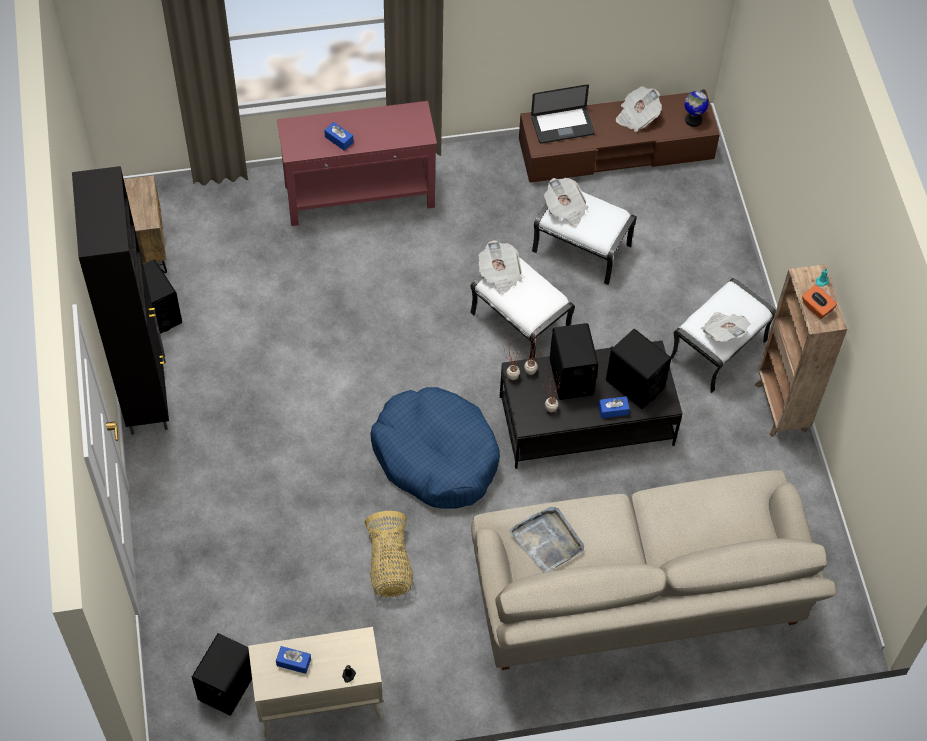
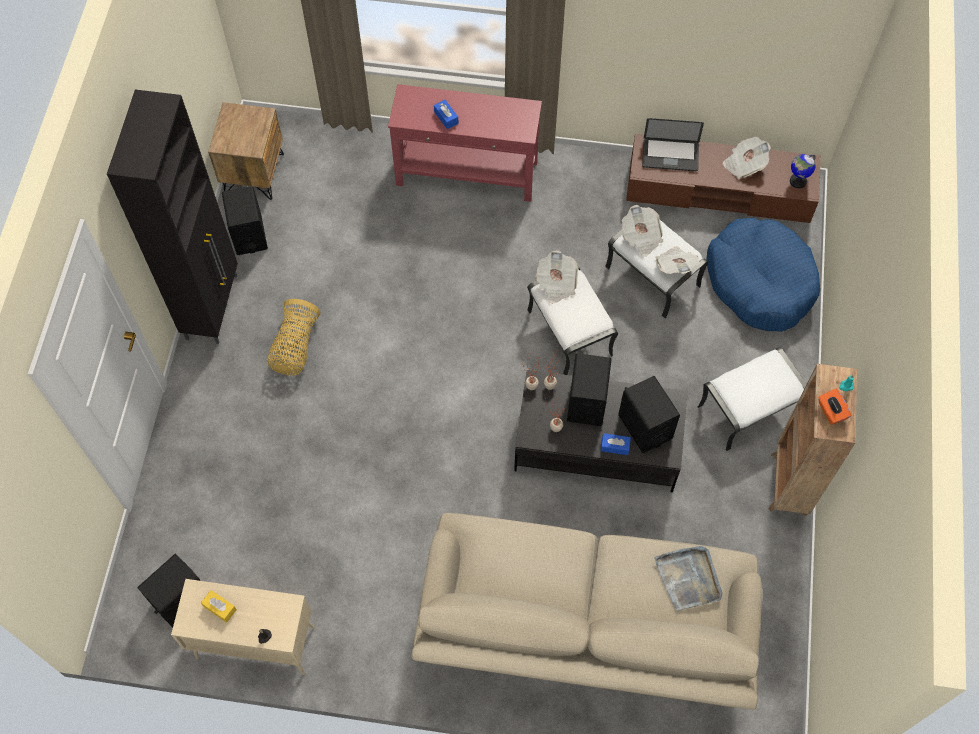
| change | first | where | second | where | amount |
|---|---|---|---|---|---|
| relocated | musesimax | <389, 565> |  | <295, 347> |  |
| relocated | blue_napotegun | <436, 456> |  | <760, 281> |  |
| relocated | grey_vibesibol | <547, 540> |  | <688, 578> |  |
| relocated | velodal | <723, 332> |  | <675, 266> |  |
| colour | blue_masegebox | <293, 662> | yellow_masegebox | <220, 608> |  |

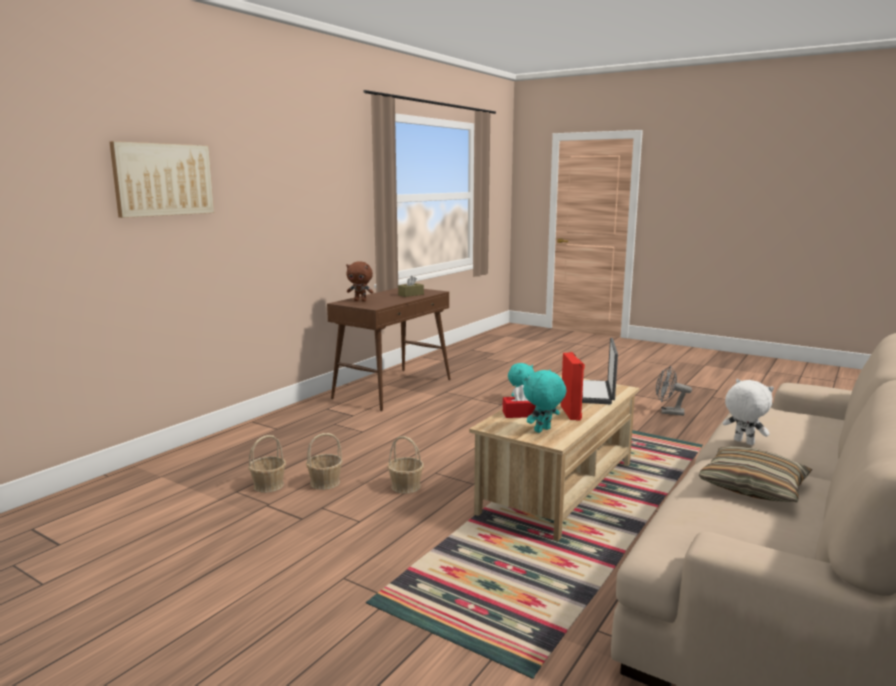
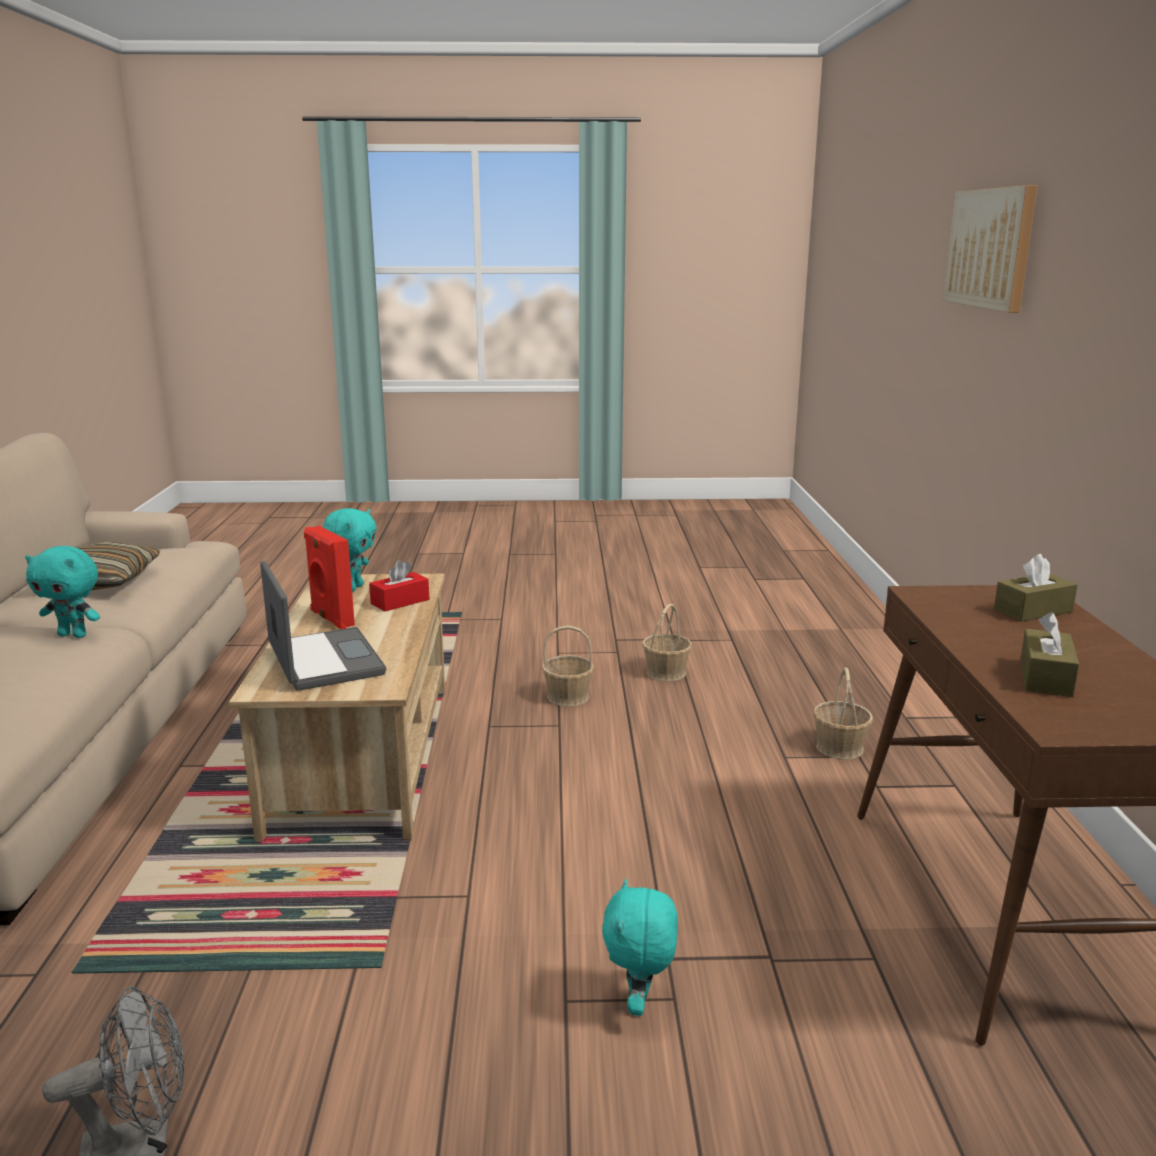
| change | first | where | second | where | amount |
|---|---|---|---|---|---|
| relocated | musesimax | <269, 485> |  | <839, 748> |  |
| exchanged | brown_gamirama | <360, 300> | brown_masegebox | <1033, 610> |  |
| colour | white_gamirama | <743, 442> | turquoise_gamirama | <74, 635> |  |

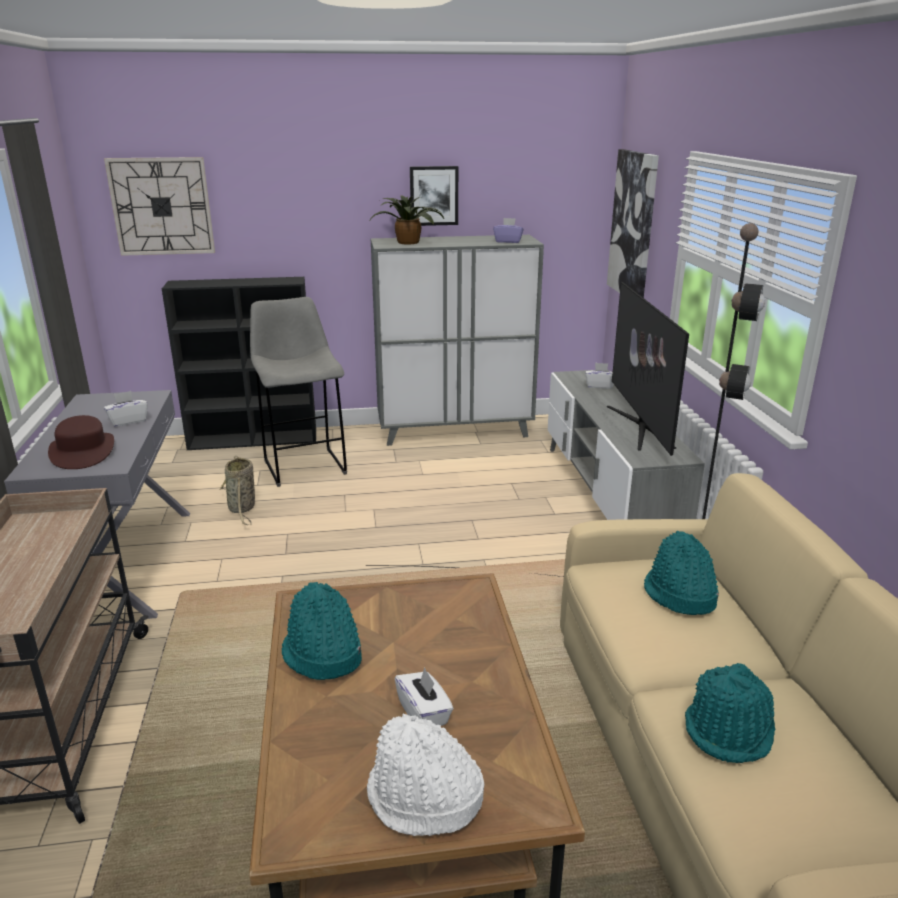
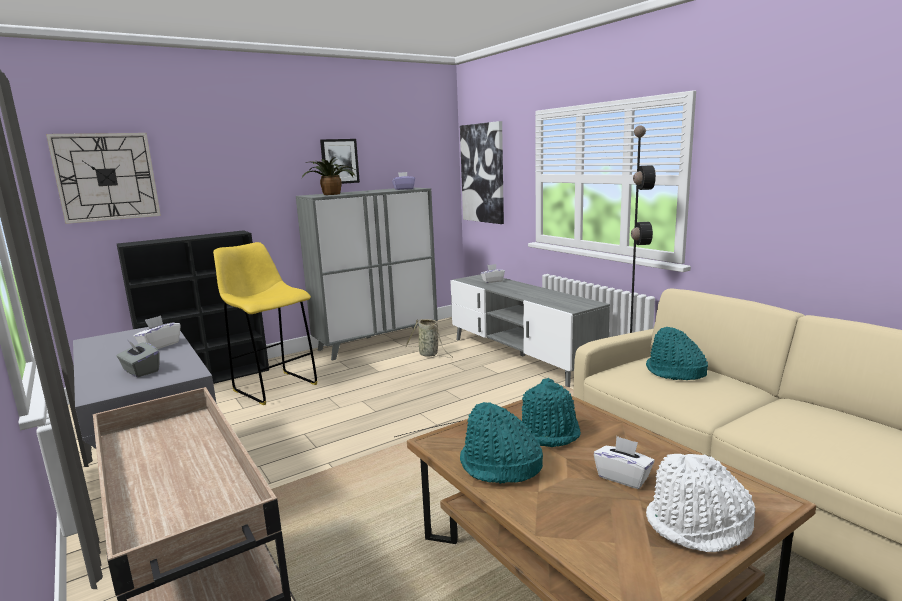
| change | first | where | second | where | amount |
|---|---|---|---|---|---|
| missing | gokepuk | <639, 426> |  |  |  |
| relocated | musesimax | <242, 509> |  | <430, 354> |  |
| relocated | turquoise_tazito | <729, 730> |  | <549, 431> |  |
| exchanged | brown_tazito | <83, 451> | grey_masegebox | <140, 371> |  |
| colour | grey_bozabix | <304, 466> | yellow_bozabix | <274, 386> |  |

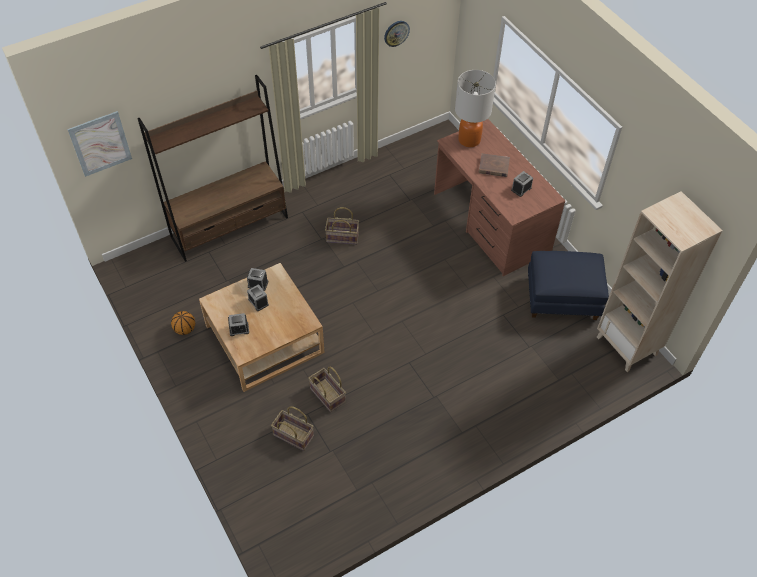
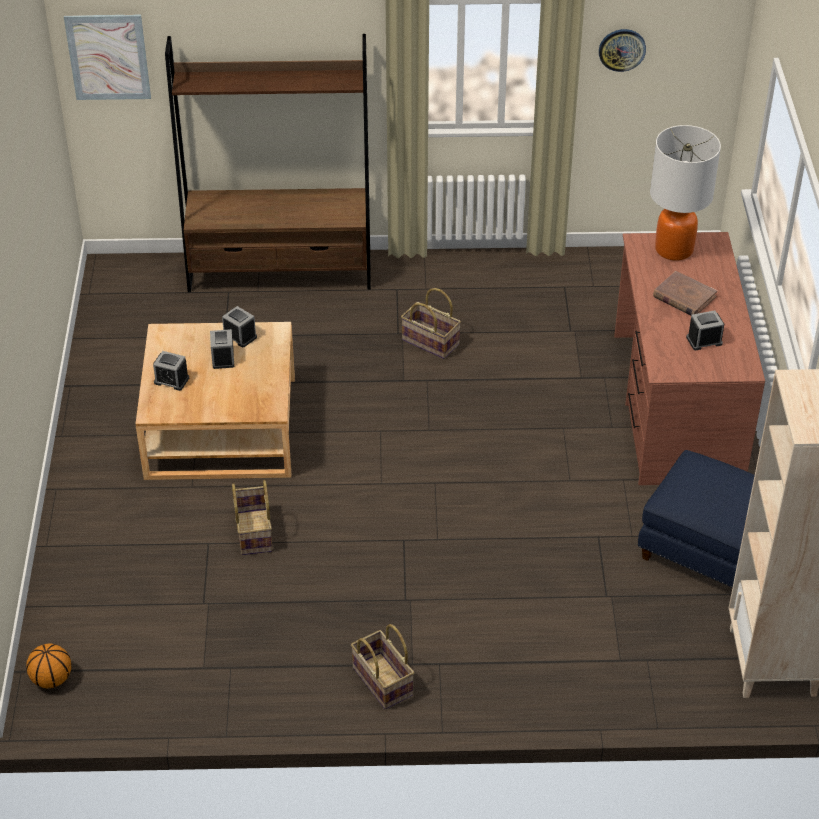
| change | first | where | second | where | amount |
|---|---|---|---|---|---|
| relocated | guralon | <184, 329> |  | <51, 679> |  |
| relocated | musesimax | <293, 436> |  | <381, 681> |  |

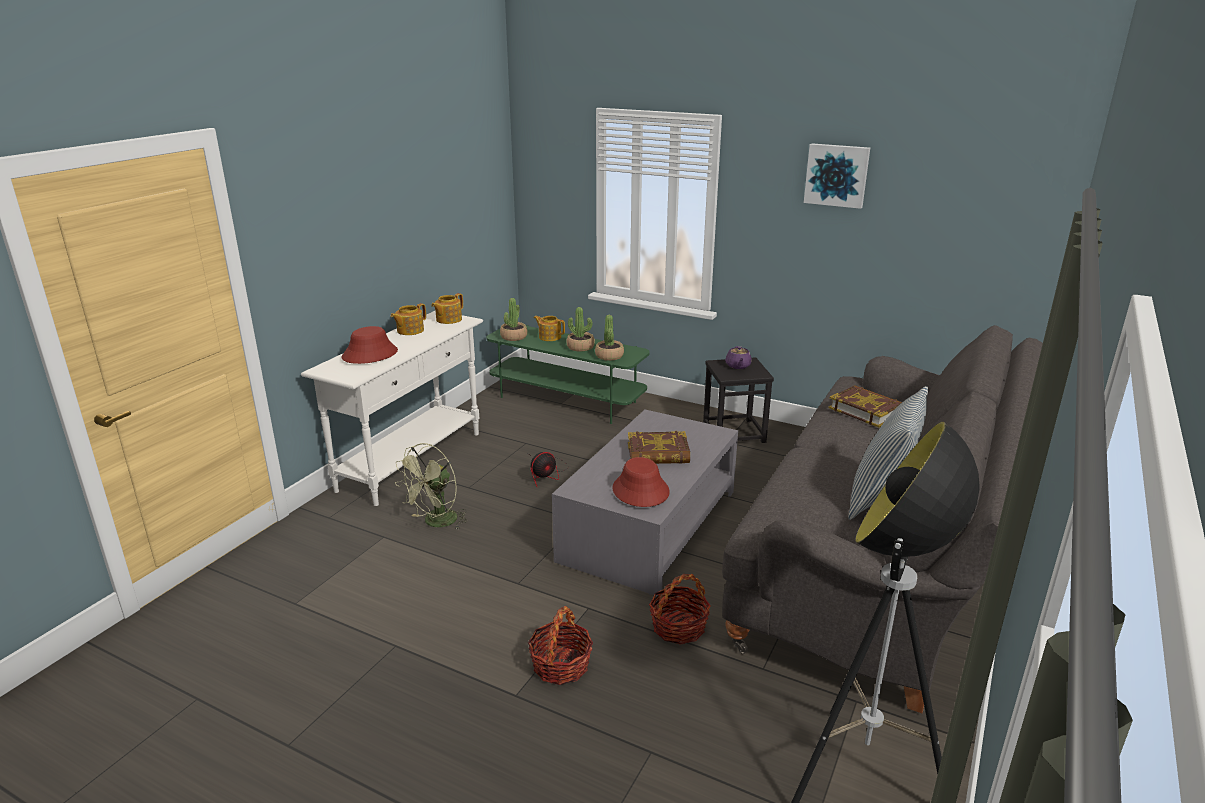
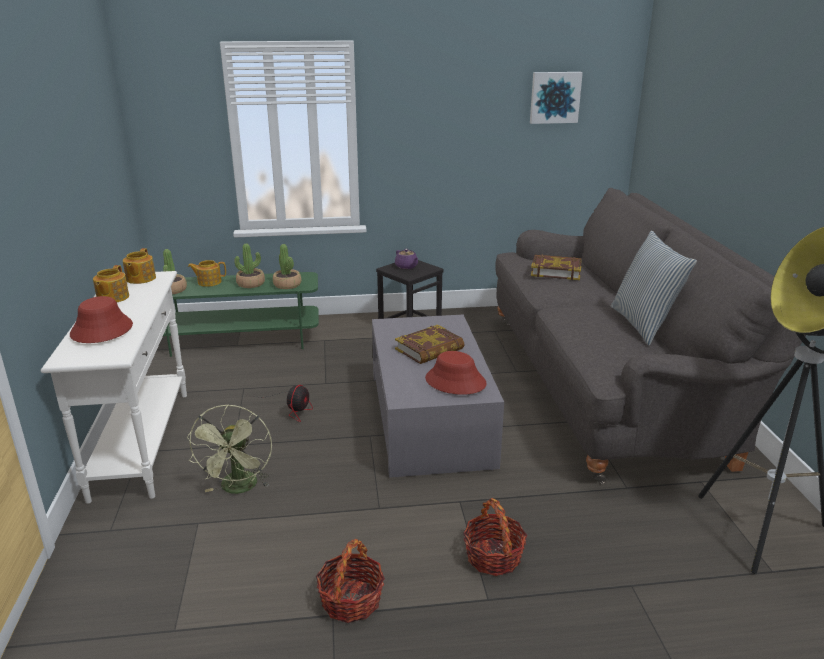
| change | first | where | second | where | amount |
|---|---|---|---|---|---|
| relocated | musesimax | <678, 627> |  | <351, 600> |  |
| relocated | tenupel | <837, 175> |  | <554, 97> |  |

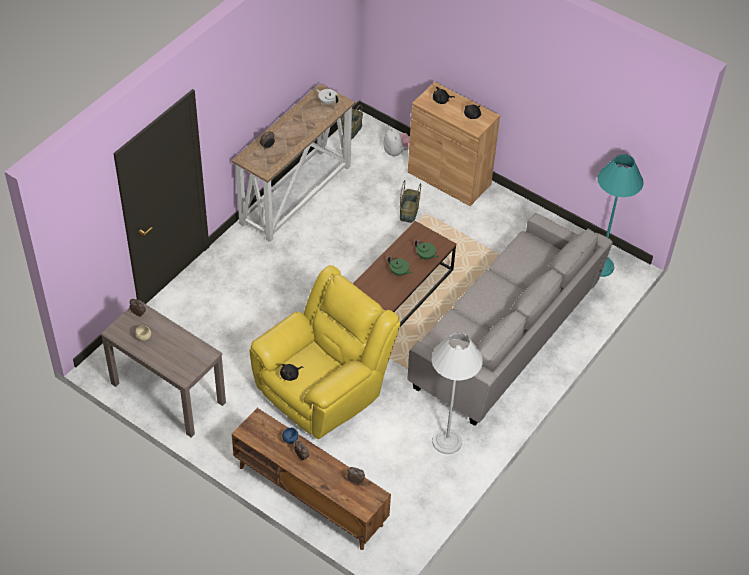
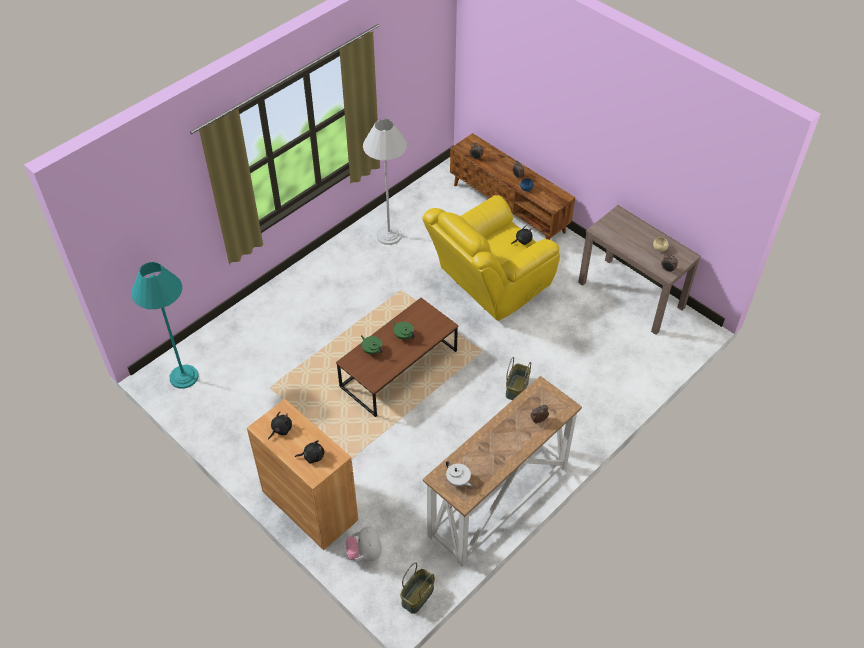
| change | first | where | second | where | amount |
|---|---|---|---|---|---|
| missing | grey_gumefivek | <504, 338> |  |  |  |
| relocated | musesimax | <409, 212> |  | <516, 387> |  |

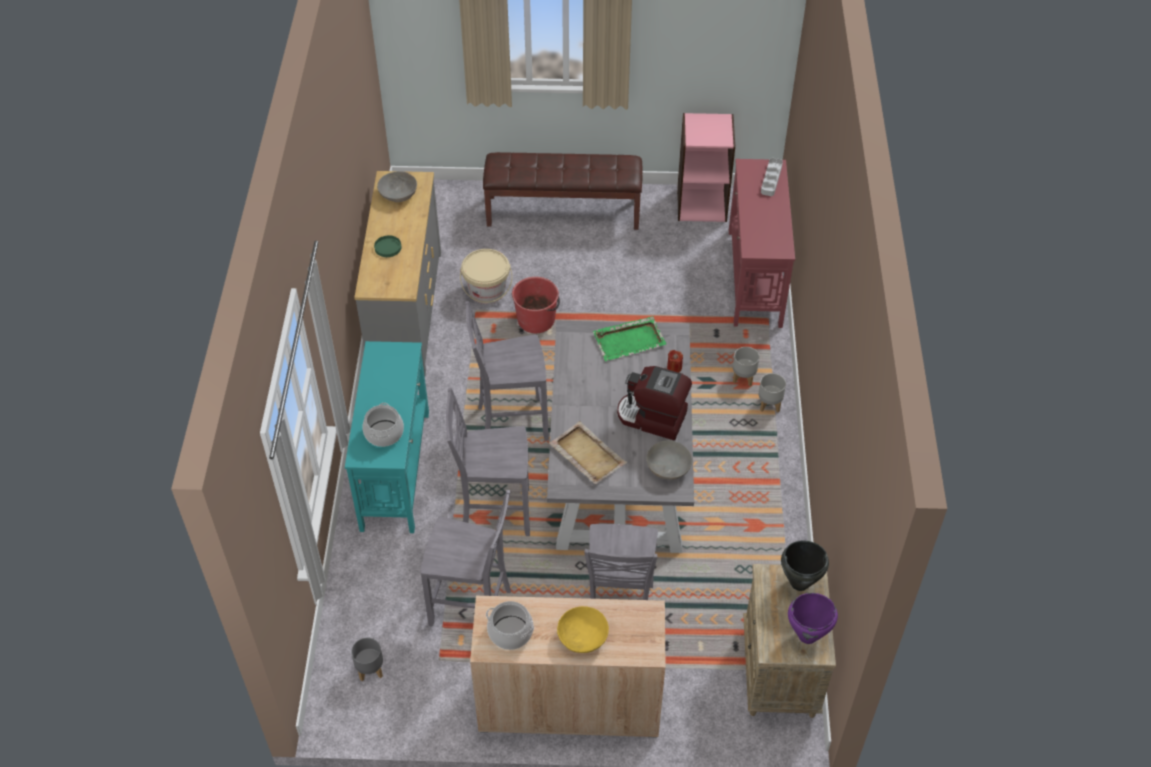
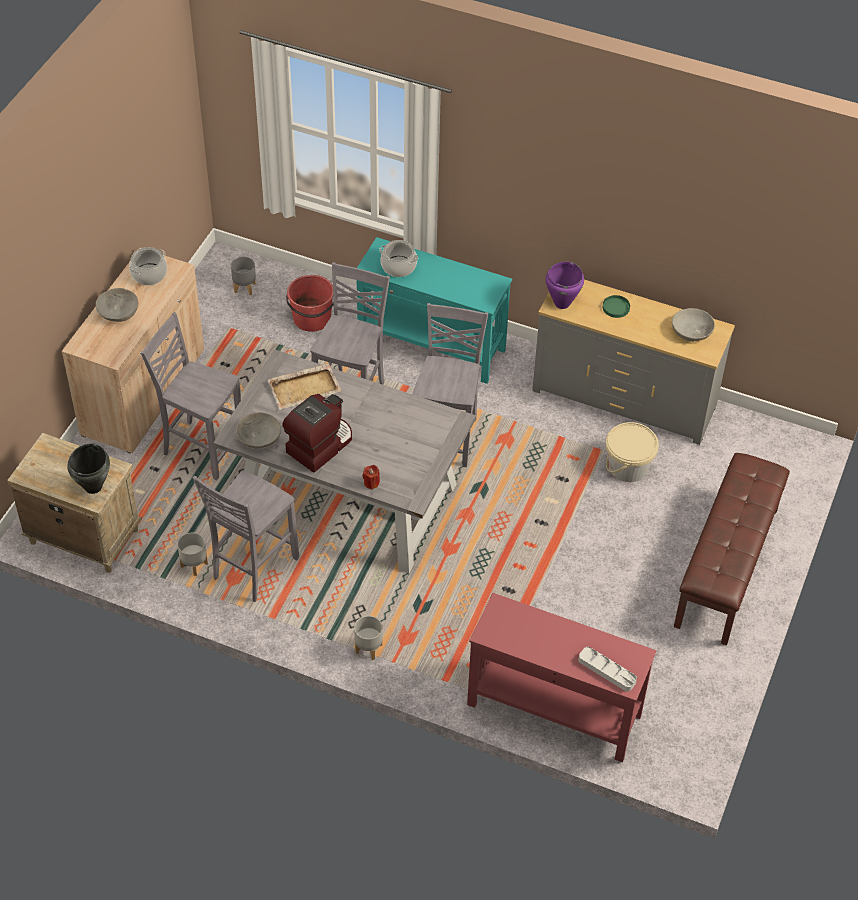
| change | first | where | second | where | amount |
|---|---|---|---|---|---|
| missing | green_vibesibol | <630, 340> |  |  |  |
| missing | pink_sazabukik | <701, 204> |  |  |  |
| relocated | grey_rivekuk | <472, 607> |  | <253, 568> |  |
| relocated | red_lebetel | <536, 319> |  | <312, 319> |  |
| relocated | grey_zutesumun | <744, 378> |  | <194, 565> |  |
| relocated | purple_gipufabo | <807, 636> |  | <561, 303> |  |
| colour | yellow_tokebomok | <582, 637> | grey_tokebomok | <118, 312> |  |

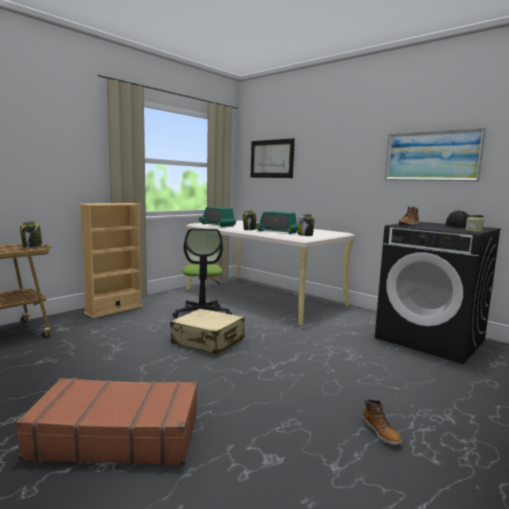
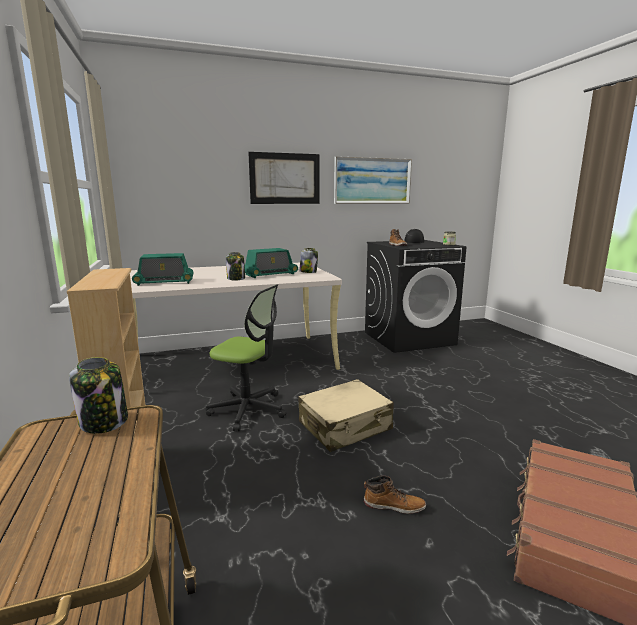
| change | first | where | second | where | amount |
|---|---|---|---|---|---|
| relocated | tenupel | <271, 159> |  | <285, 178> |  |
| relocated | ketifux | <381, 432> |  | <394, 505> |  |

